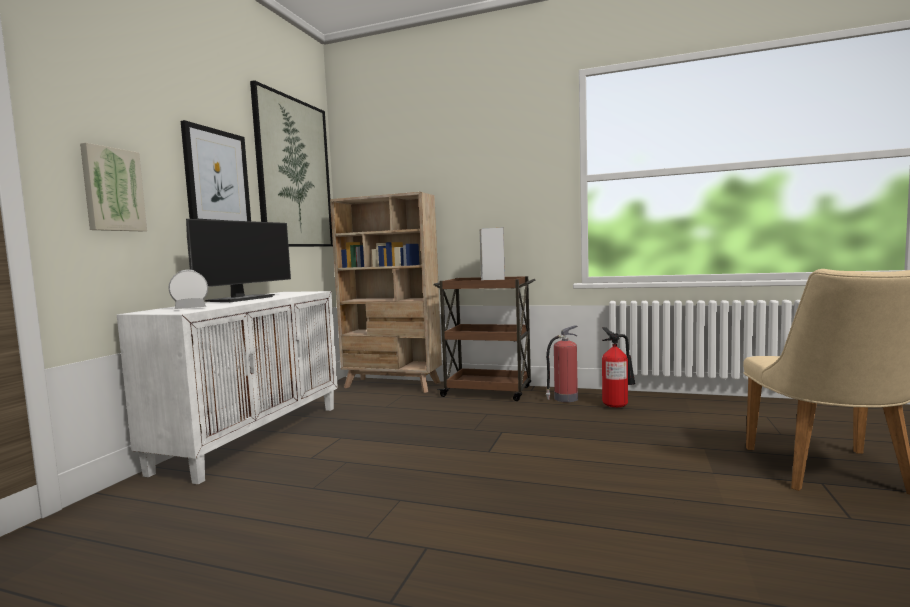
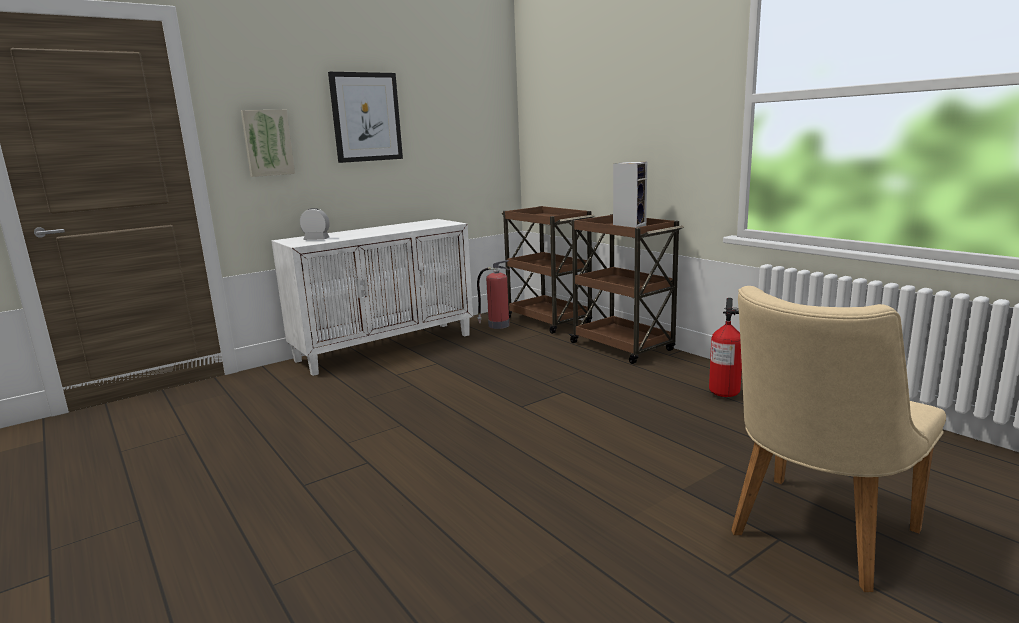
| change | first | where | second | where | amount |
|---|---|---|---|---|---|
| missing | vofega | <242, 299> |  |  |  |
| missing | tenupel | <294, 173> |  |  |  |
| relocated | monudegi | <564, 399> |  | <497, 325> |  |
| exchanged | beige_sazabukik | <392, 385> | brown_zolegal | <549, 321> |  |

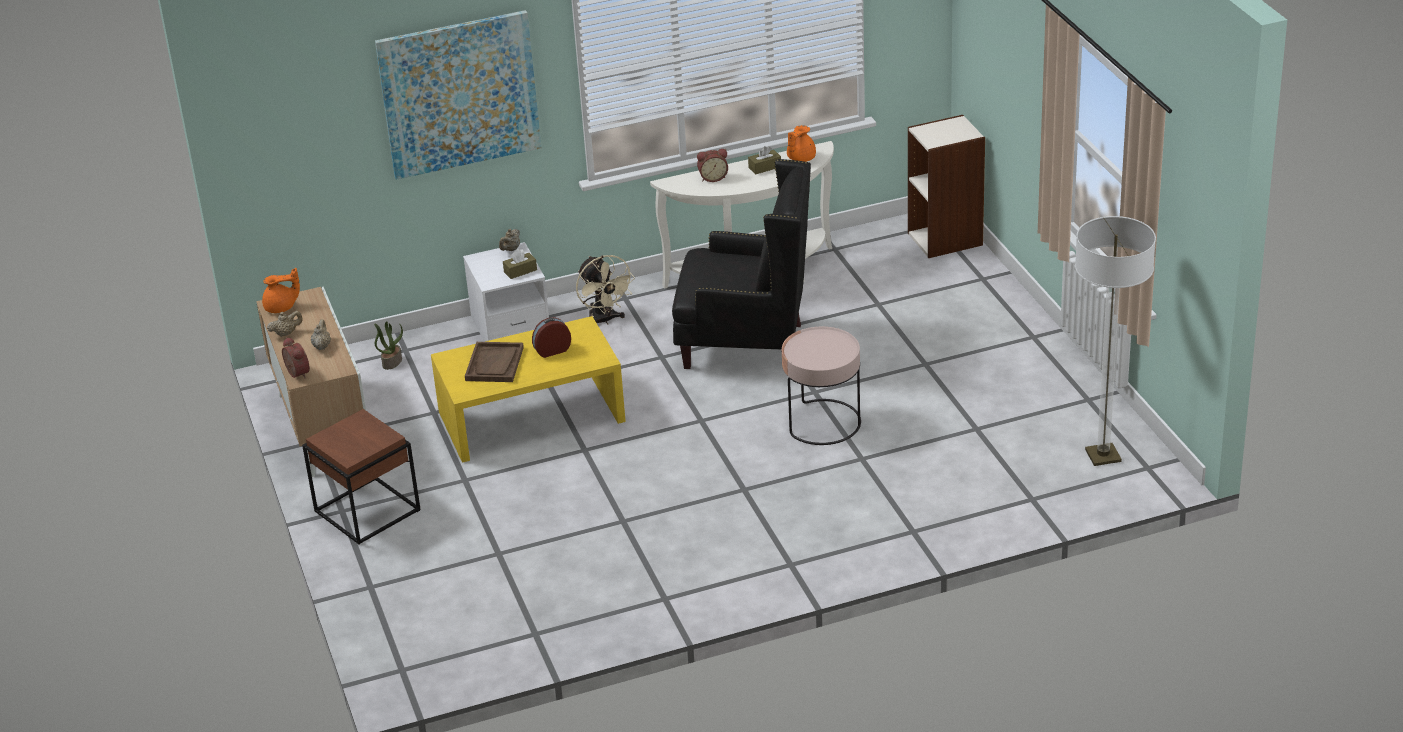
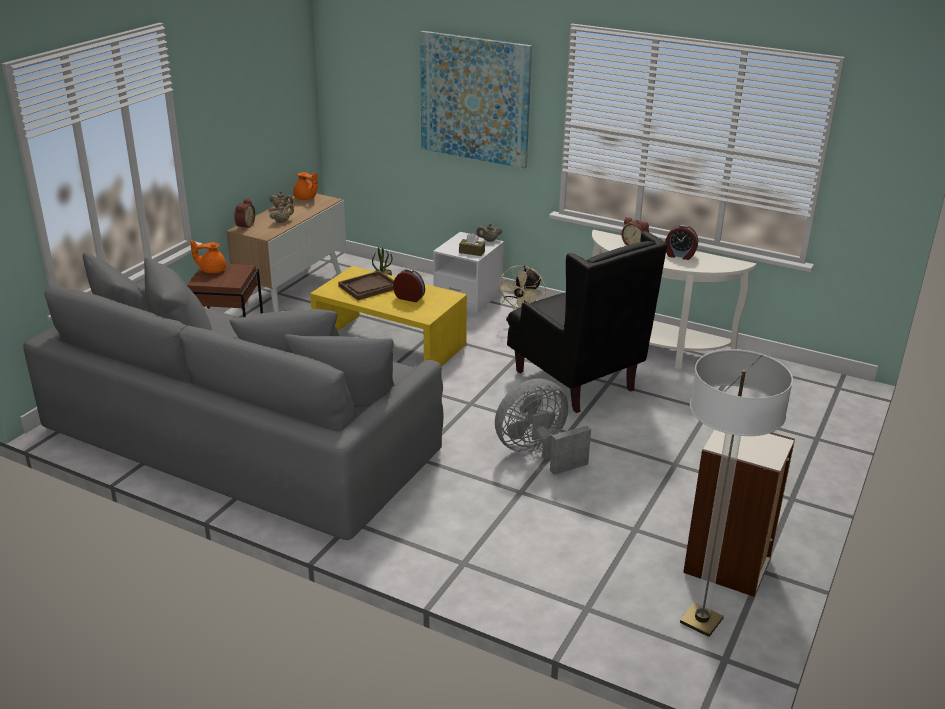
| change | first | where | second | where | amount |
|---|---|---|---|---|---|
| appeared |  |  | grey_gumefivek | <246, 437> |  |
| relocated | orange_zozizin | <800, 158> |  | <212, 270> |  |
| relocated | sazabukik | <946, 239> |  | <728, 566> |  |
| exchanged | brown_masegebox | <764, 167> | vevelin | <679, 255> |  |
| exchanged | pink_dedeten | <822, 423> | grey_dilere | <538, 453> |  |

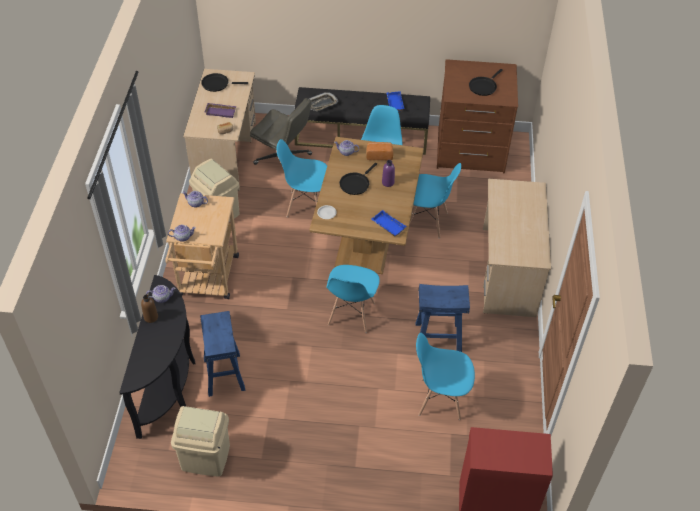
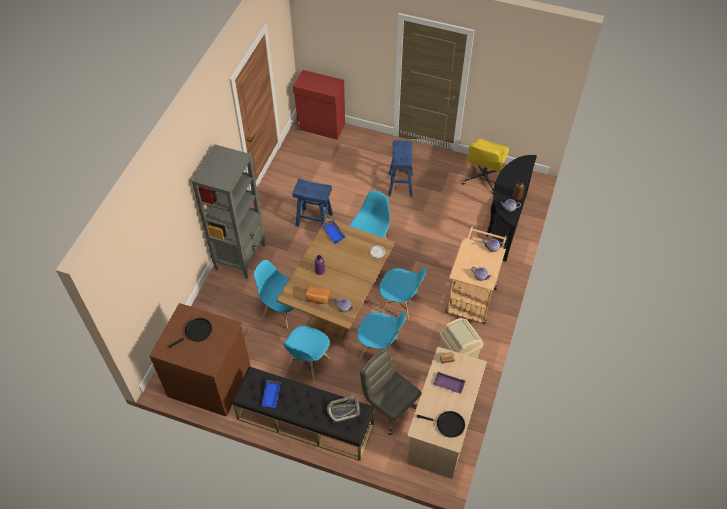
| change | first | where | second | where | amount |
|---|---|---|---|---|---|
| missing | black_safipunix | <355, 184> |  |  |  |
| relocated | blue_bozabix | <223, 373> |  | <400, 184> |  |
| relocated | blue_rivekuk | <440, 399> |  | <400, 306> |  |
| exchanged | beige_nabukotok | <206, 457> | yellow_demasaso | <483, 178> |  |
| exchanged | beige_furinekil | <508, 271> | grey_sazabukik | <241, 257> |  |

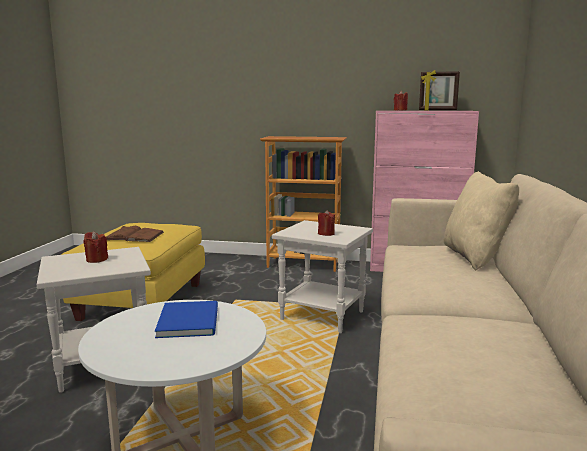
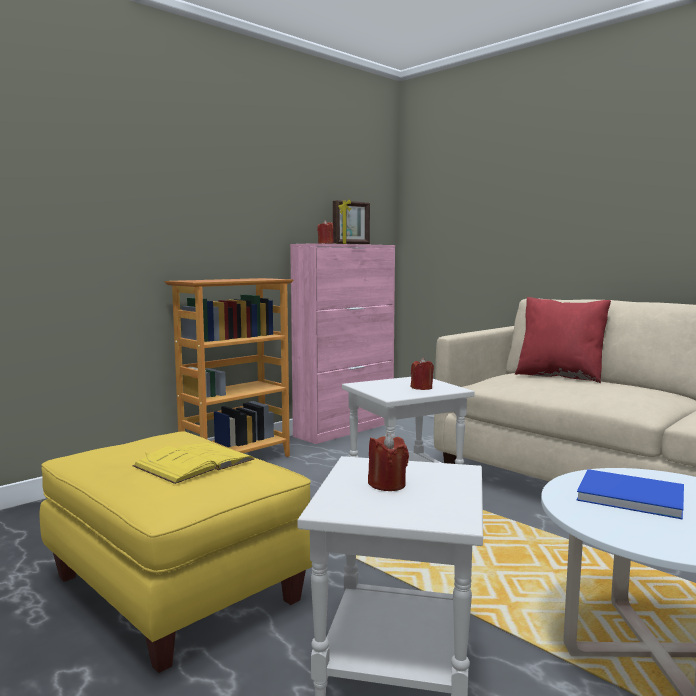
| change | first | where | second | where | amount |
|---|---|---|---|---|---|
| colour | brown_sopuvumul | <133, 236> | yellow_sopuvumul | <194, 463> |  |
| colour | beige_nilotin | <475, 257> | red_nilotin | <560, 376> |  |

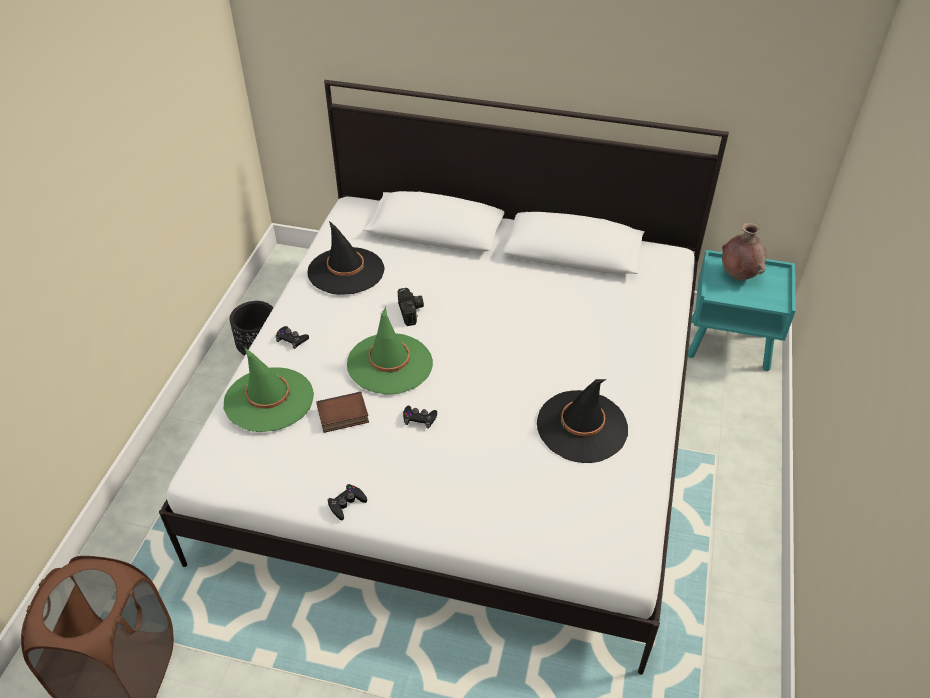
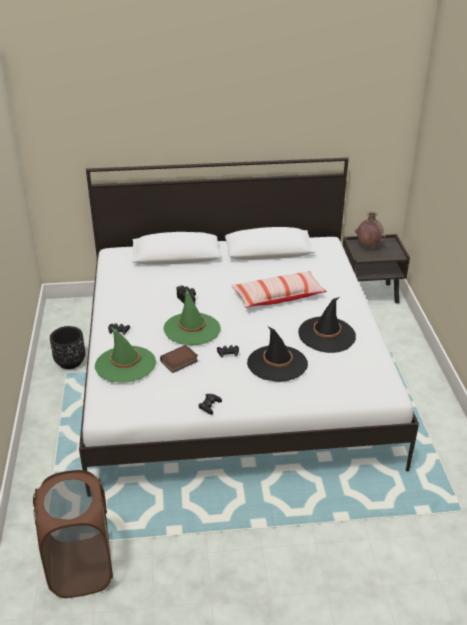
| change | first | where | second | where | amount |
|---|---|---|---|---|---|
| appeared |  |  | nilotin | <278, 297> |  |
| relocated | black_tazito | <346, 271> |  | <277, 363> |  |
| colour | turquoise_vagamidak | <730, 344> | brown_vagamidak | <370, 294> |  |

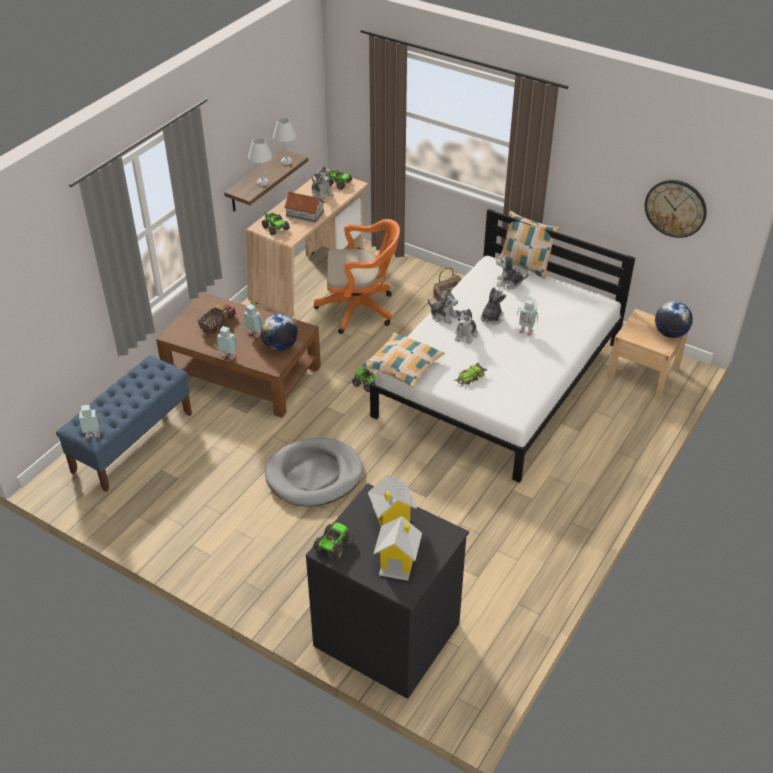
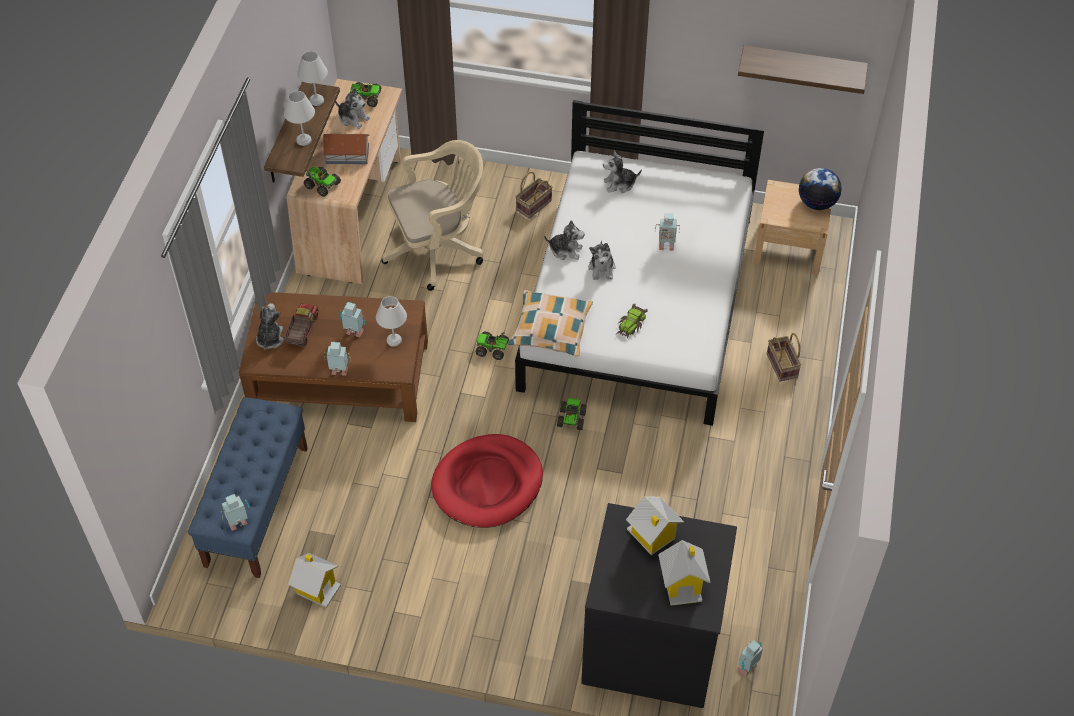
| change | first | where | second | where | amount |
|---|---|---|---|---|---|
| missing | nilotin | <525, 266> |  |  |  |
| appeared |  |  | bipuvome | <317, 588> |  |
| appeared |  |  | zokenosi | <748, 667> |  |
| appeared |  |  | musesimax | <783, 366> |  |
| relocated | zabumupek | <333, 546> |  | <571, 419> |  |
| relocated | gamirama | <491, 318> |  | <270, 338> |  |
| exchanged | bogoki | <280, 346> | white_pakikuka | <393, 340> |  |
| exchanged | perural | <675, 208> | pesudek | <803, 67> |  |
| colour | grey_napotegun | <314, 475> | red_napotegun | <487, 484> |  |
| colour | orange_demasaso | <360, 309> | beige_demasaso | <438, 250> |  |

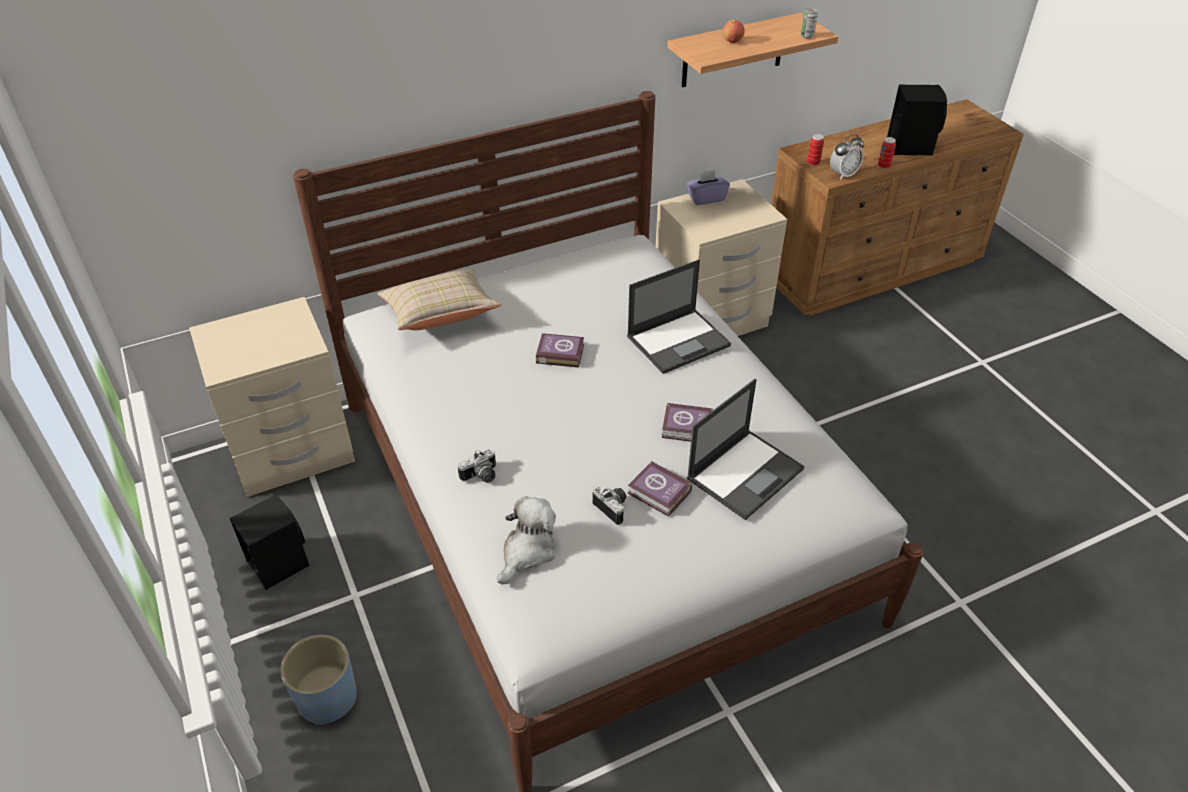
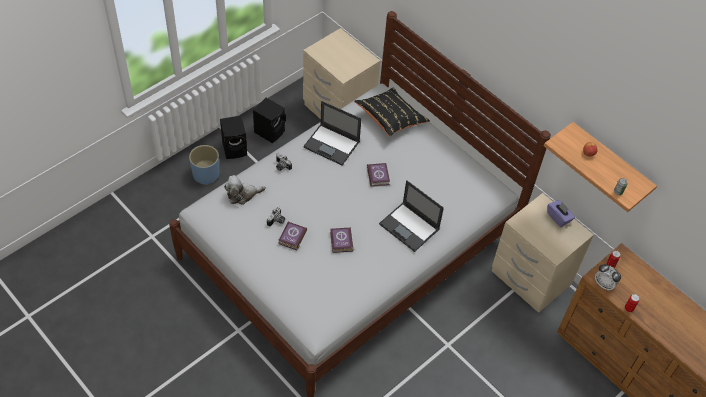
| change | first | where | second | where | amount |
|---|---|---|---|---|---|
| relocated | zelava | <745, 473> |  | <332, 144> |  |
| relocated | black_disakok | <909, 146> |  | <235, 148> |  |
| colour | beige_nilotin | <440, 316> | black_nilotin | <390, 119> |  |
| spun | gamirama | <527, 551> |  | <242, 194> | 150 degrees clockwise |

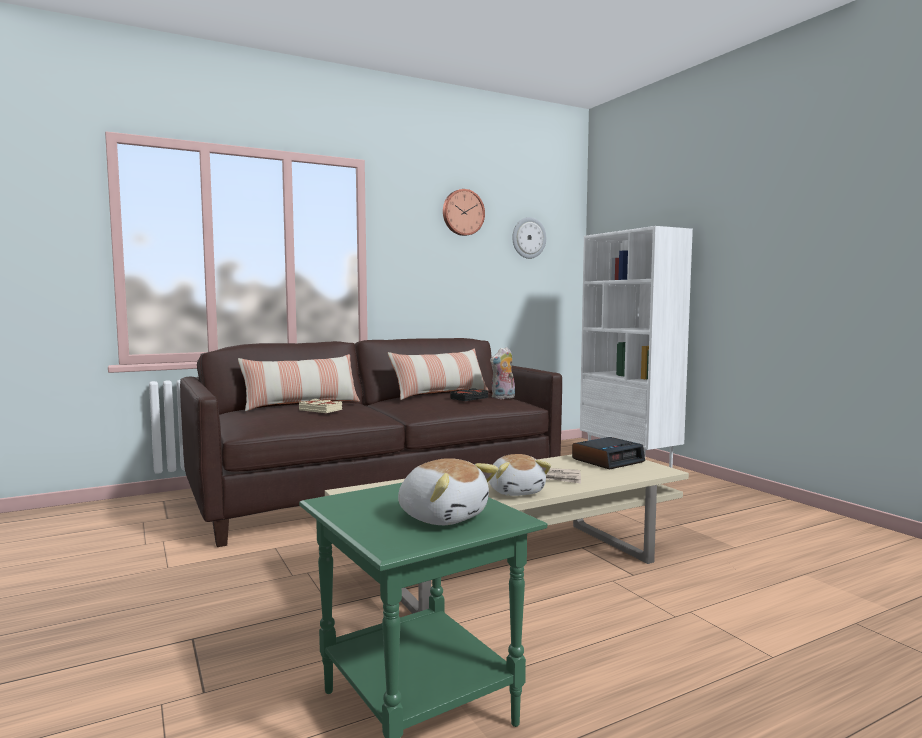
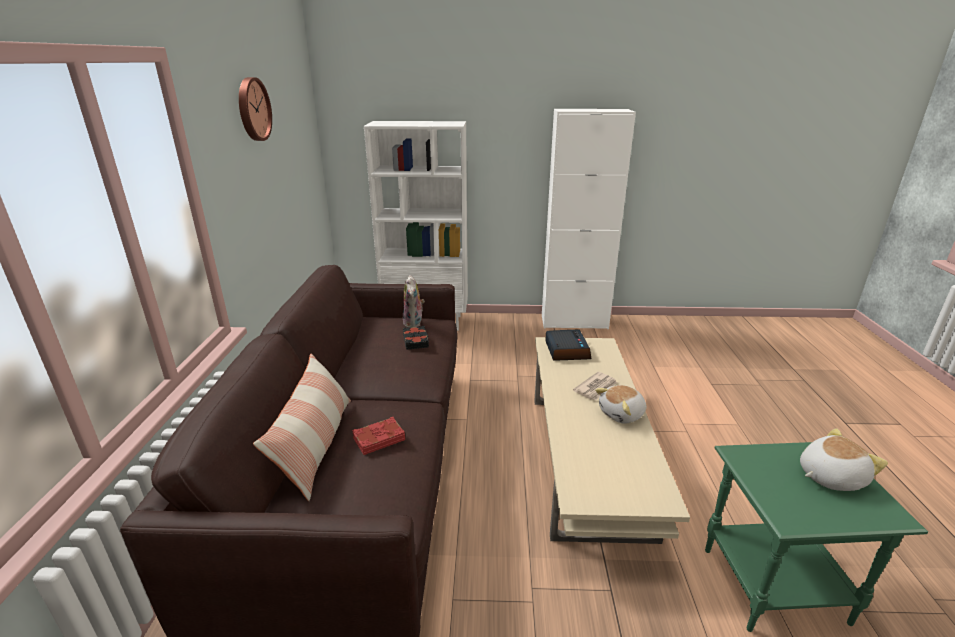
| change | first | where | second | where | amount |
|---|---|---|---|---|---|
| missing | nilotin | <440, 394> |  |  |  |
| missing | perural | <528, 238> |  |  |  |
| appeared |  |  | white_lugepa | <574, 322> |  |
| colour | beige_sopuvumul | <321, 410> | red_sopuvumul | <378, 439> |  |
| spun | gamirama | <516, 491> |  | <622, 414> | 135 degrees clockwise |

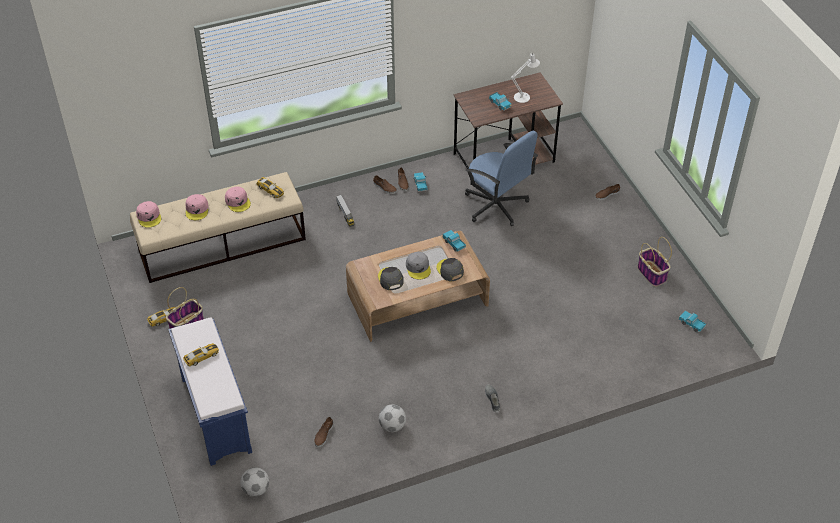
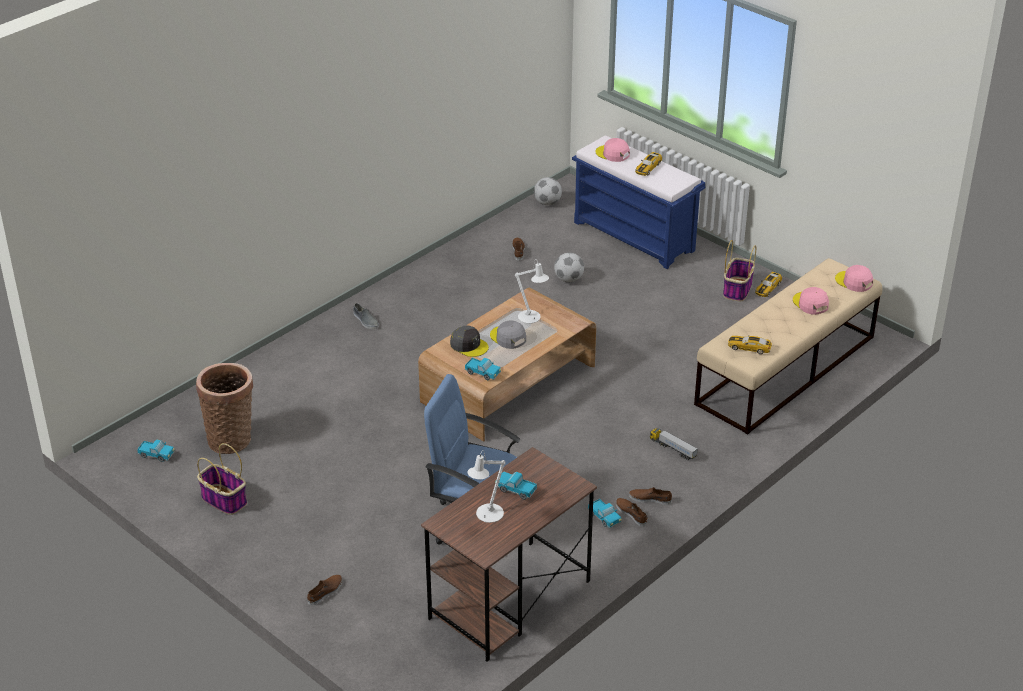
| change | first | where | second | where | amount |
|---|---|---|---|---|---|
| appeared |  |  | musesimax | <231, 438> |  |
| relocated | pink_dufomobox | <238, 201> |  | <612, 154> |  |
| relocated | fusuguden | <392, 426> |  | <569, 279> |  |
| exchanged | grey_dufomobox | <390, 279> | white_pakikuka | <531, 318> |  |

